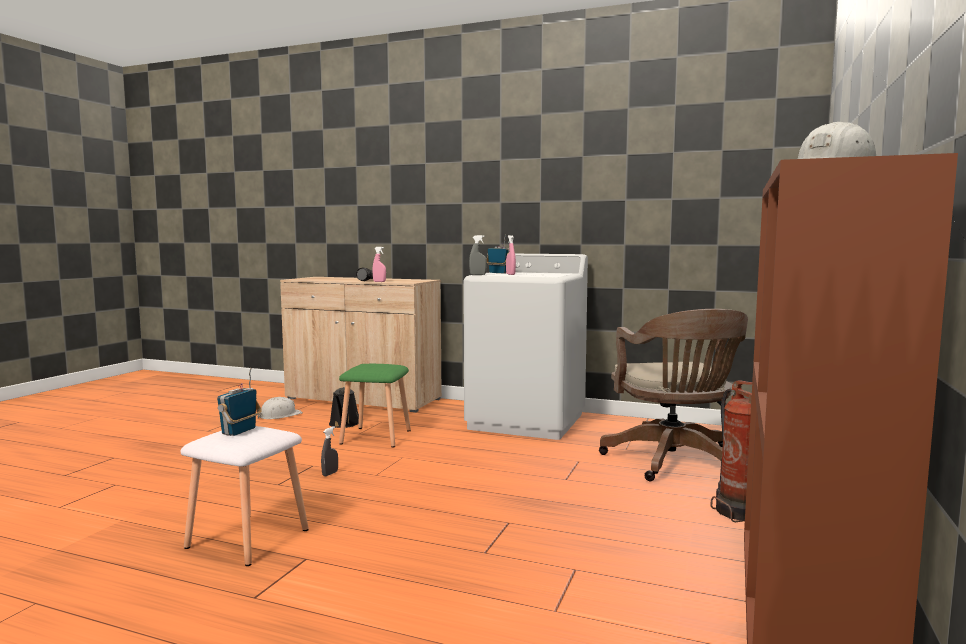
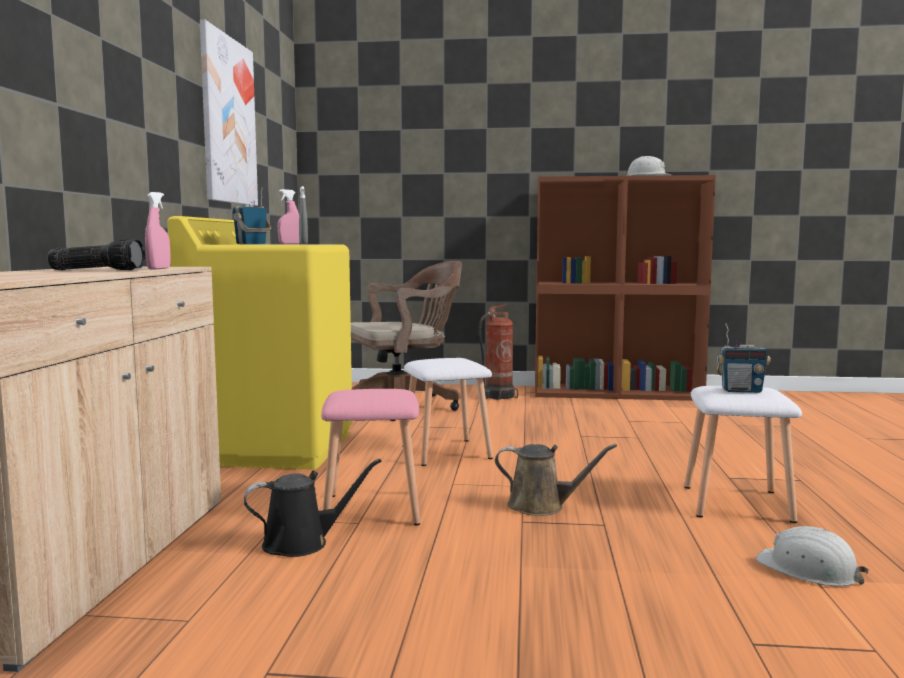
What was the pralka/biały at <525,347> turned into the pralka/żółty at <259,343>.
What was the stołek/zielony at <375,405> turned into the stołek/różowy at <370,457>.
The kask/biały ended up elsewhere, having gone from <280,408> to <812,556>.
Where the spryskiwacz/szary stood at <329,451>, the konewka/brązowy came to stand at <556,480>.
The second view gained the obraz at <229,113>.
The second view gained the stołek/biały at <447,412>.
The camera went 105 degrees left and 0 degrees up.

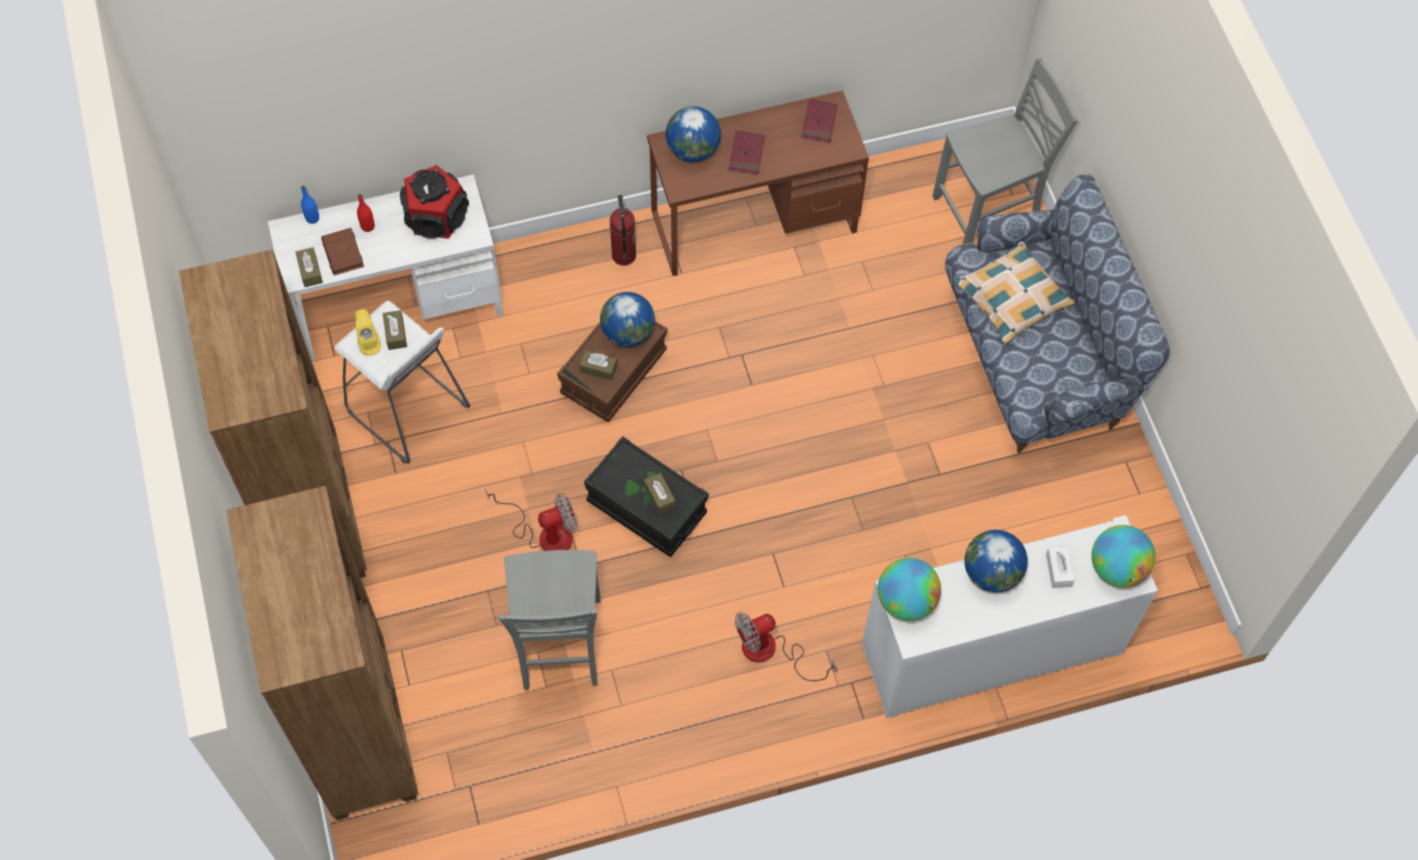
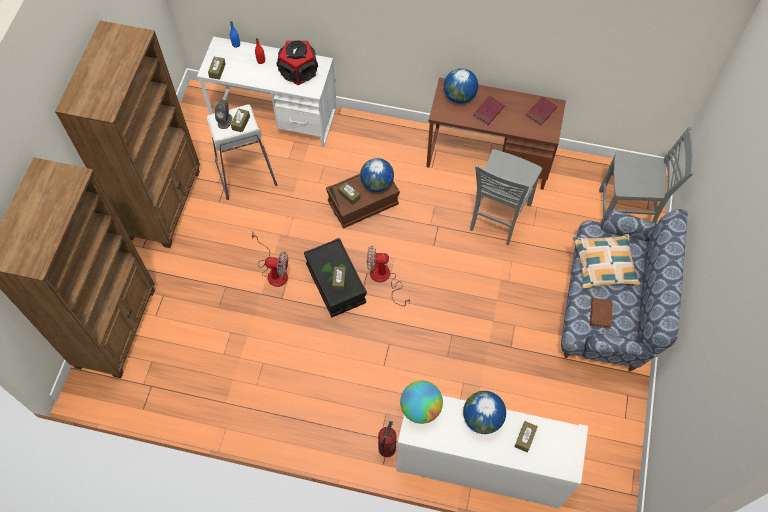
The gaśnica ended up elsewhere, having gone from <623,230> to <387,439>.
The książka/brązowy ended up elsewhere, having gone from <342,251> to <601,313>.
What was the głośnik/żółty at <368,332> turned into the głośnik/szary at <223,114>.
The second view lost the globus at <1123,556>.
What was the pudełko chusteczek/biały at <1060,567> turned into the pudełko chusteczek/brązowy at <526,436>.
The krzesło/szary ended up elsewhere, having gone from <550,620> to <506,197>.
The wentylator ended up elsewhere, having gone from <786,646> to <388,276>.
The camera went 30 degrees right and 0 degrees up.

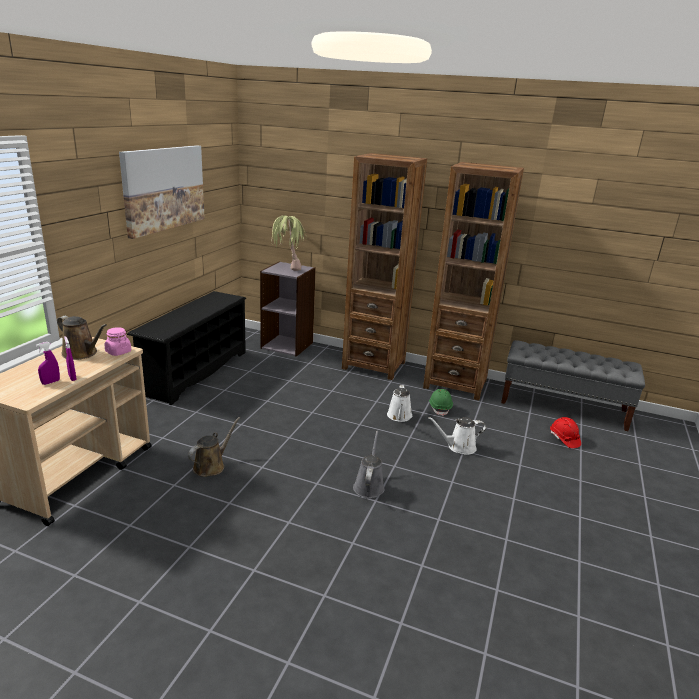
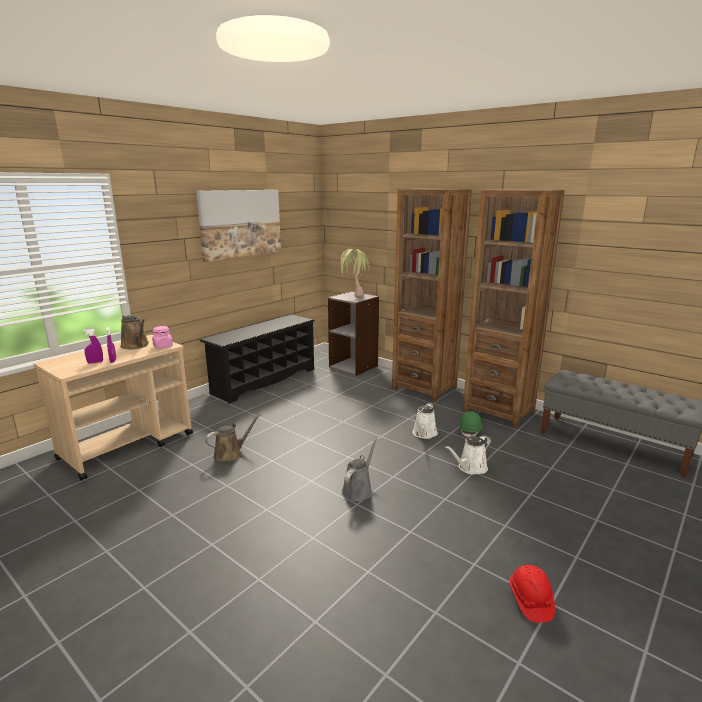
The konewka/biały at <457,436> ended up facing another way, 45 degrees counterclockwise from before.
The kask/czerwony ended up elsewhere, having gone from <565,432> to <532,594>.
The camera went 20 degrees right and 5 degrees down.

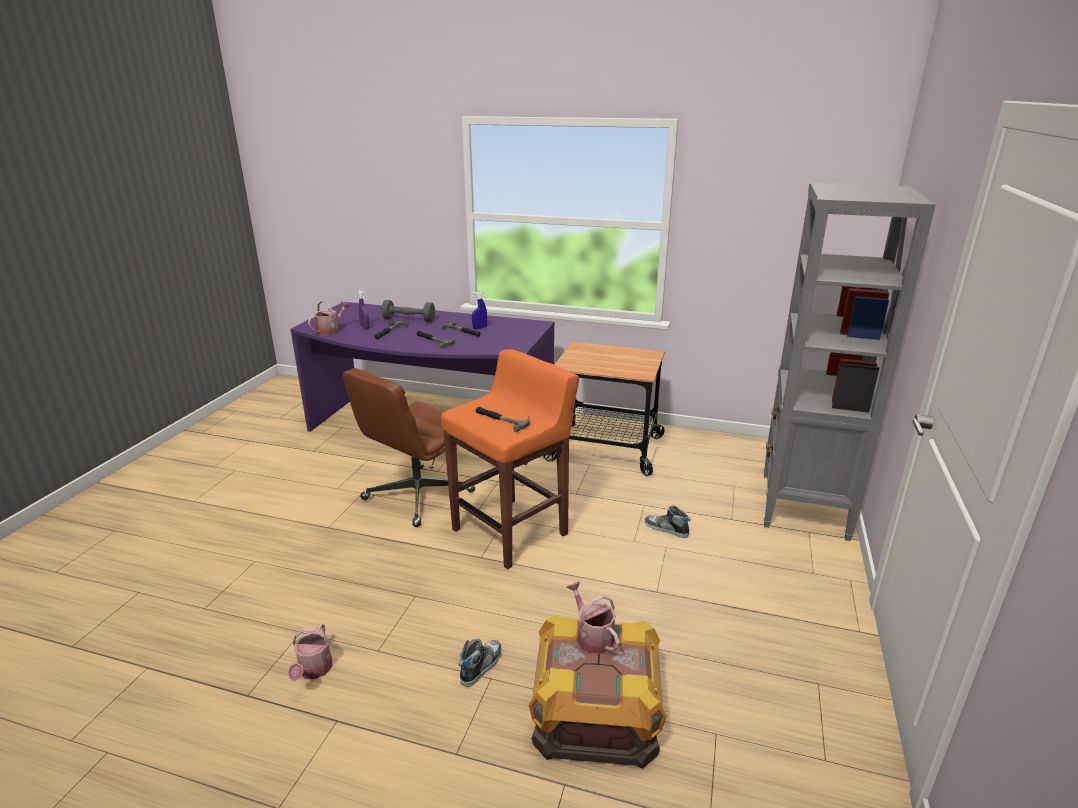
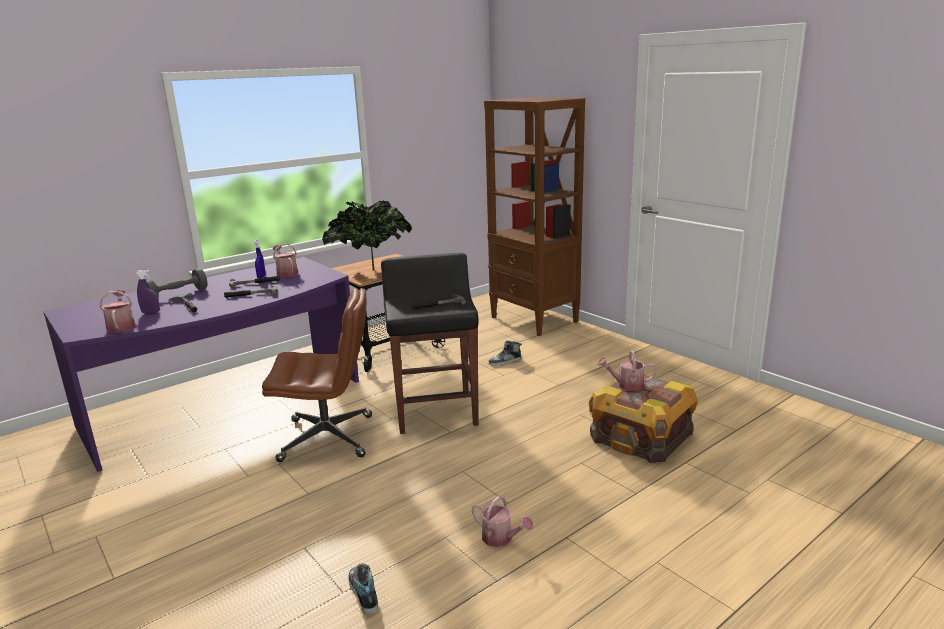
What was the regał/szary at <850,362> turned into the regał/brązowy at <534,217>.
What was the stołek/pomarańczowy at <510,459> turned into the stołek/czarny at <430,343>.
The krzesło biurowe/brązowy at <409,447> ended up facing another way, 75 degrees counterclockwise from before.
The but ended up elsewhere, having gone from <479,663> to <363,588>.
The second view gained the roślina doniczkowa at <367,236>.
The second view gained the konewka at <285,260>.
The camera went 55 degrees left and 5 degrees down.

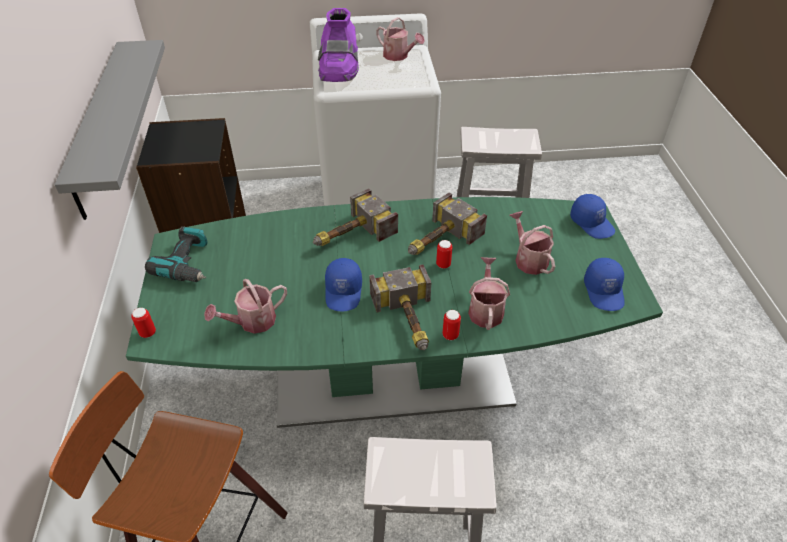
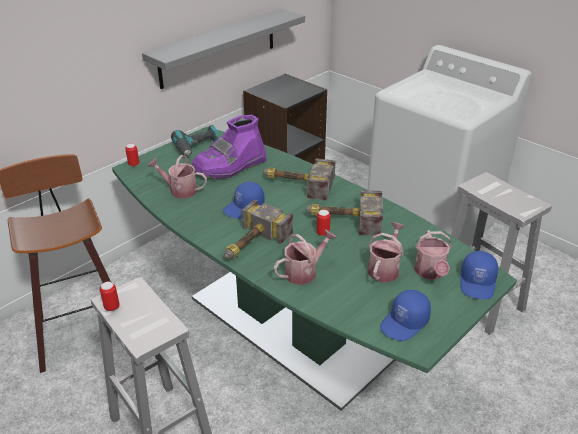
The but z cholewką/fioletowy ended up elsewhere, having gone from <338,45> to <229,147>.
The konewka ended up elsewhere, having gone from <400,39> to <433,254>.
The puszka ended up elsewhere, having gone from <452,325> to <110,296>.
The camera went 50 degrees right and 10 degrees down.

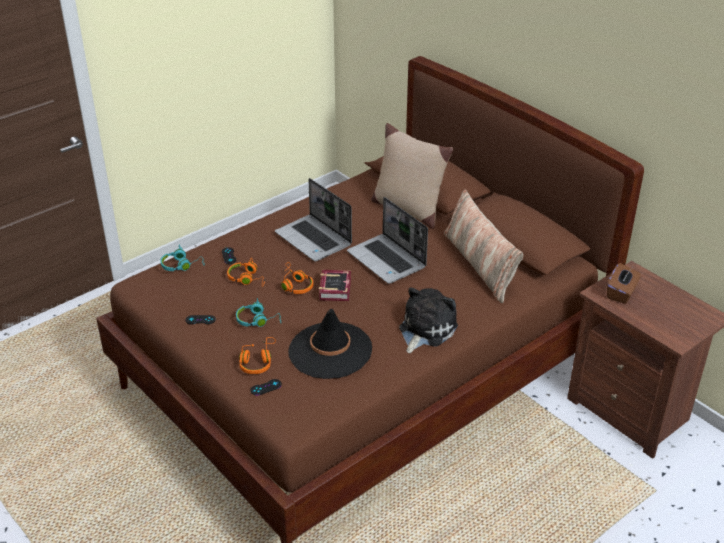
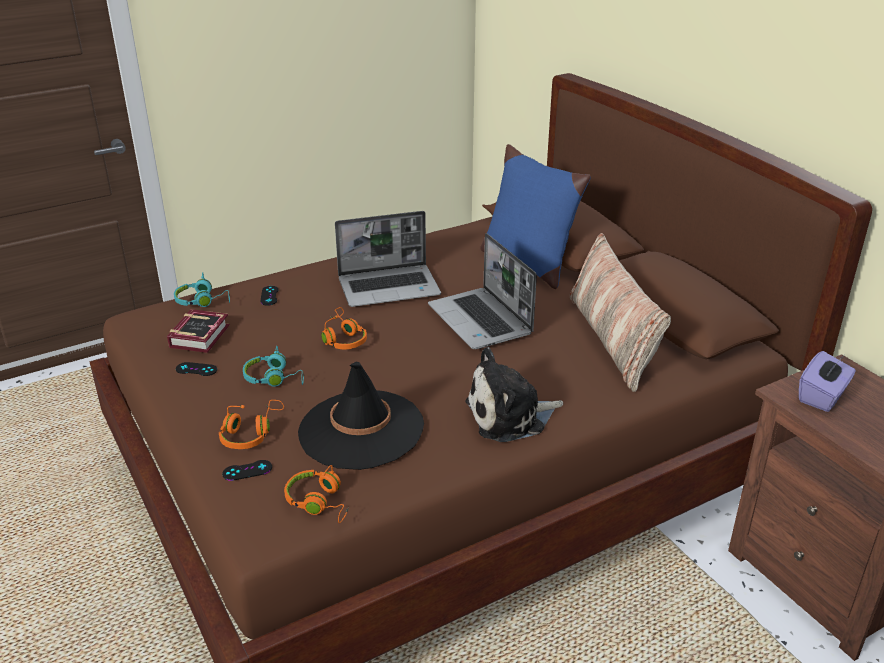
What was the poduszka/beżowy at <412,176> turned into the poduszka/niebieski at <535,216>.
The laptop at <313,219> ended up facing another way, 75 degrees counterclockwise from before.
The słuchawki/pomarańczowy ended up elsewhere, having gone from <246,272> to <316,494>.
What was the pudełko chusteczek/brązowy at <624,283> turned into the pudełko chusteczek/fioletowy at <827,381>.
The książka ended up elsewhere, having gone from <335,285> to <198,331>.
The pluszak at <428,320> ended up facing another way, 150 degrees counterclockwise from before.
The camera went 10 degrees right and 5 degrees down.

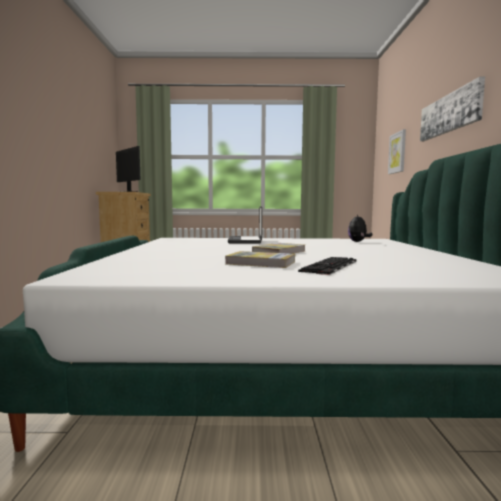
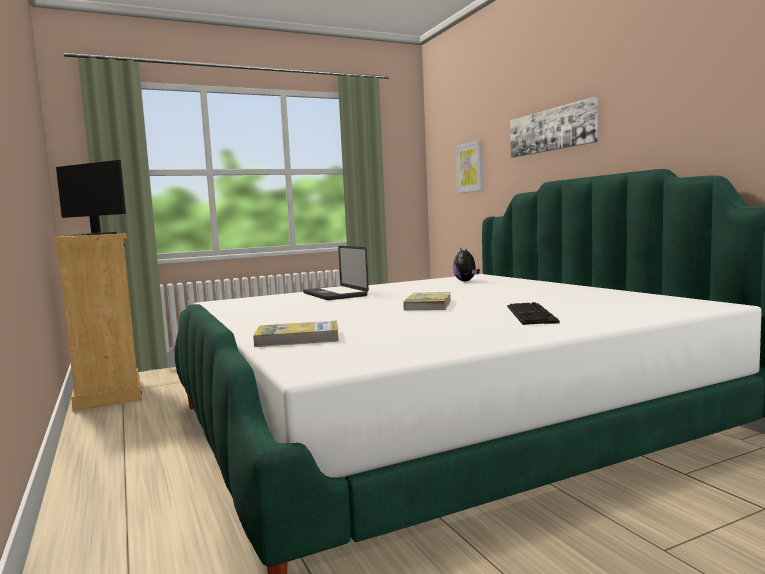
The książka ended up elsewhere, having gone from <260,259> to <296,334>.
The camera went 25 degrees left and 0 degrees up.

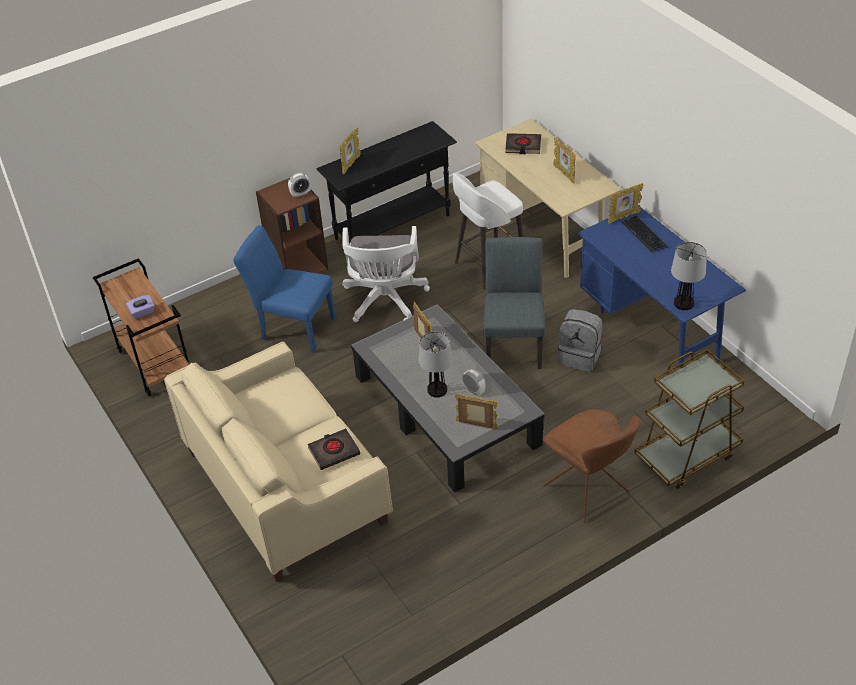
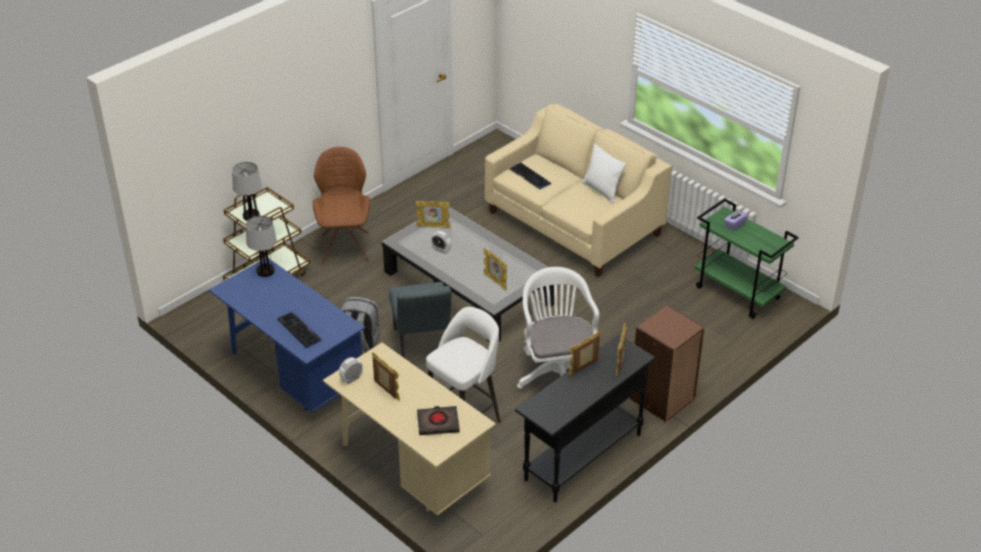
The budzik ended up elsewhere, having gone from <299,185> to <351,370>.
The ramka na zdjęcie ended up elsewhere, having gone from <625,203> to <584,353>.
The second view lost the krzesło/niebieski at <284,289>.
What was the wózek/brązowy at <141,327> turned into the wózek/zielony at <746,258>.
The lampa stołowa ended up elsewhere, having gone from <436,364> to <247,191>.
The krzesło/brązowy at <591,466> ended up facing another way, 45 degrees clockwise from before.
Where the książka/czarny stood at <334,449>, the klawiatura came to stand at <530,176>.
The second view gained the poduszka/biały at <604,173>.
The camera went 165 degrees right and 5 degrees down.

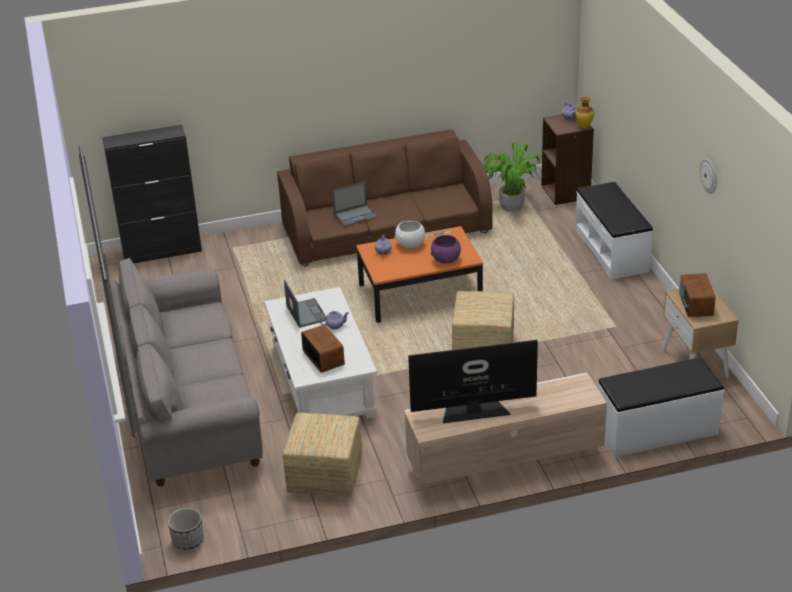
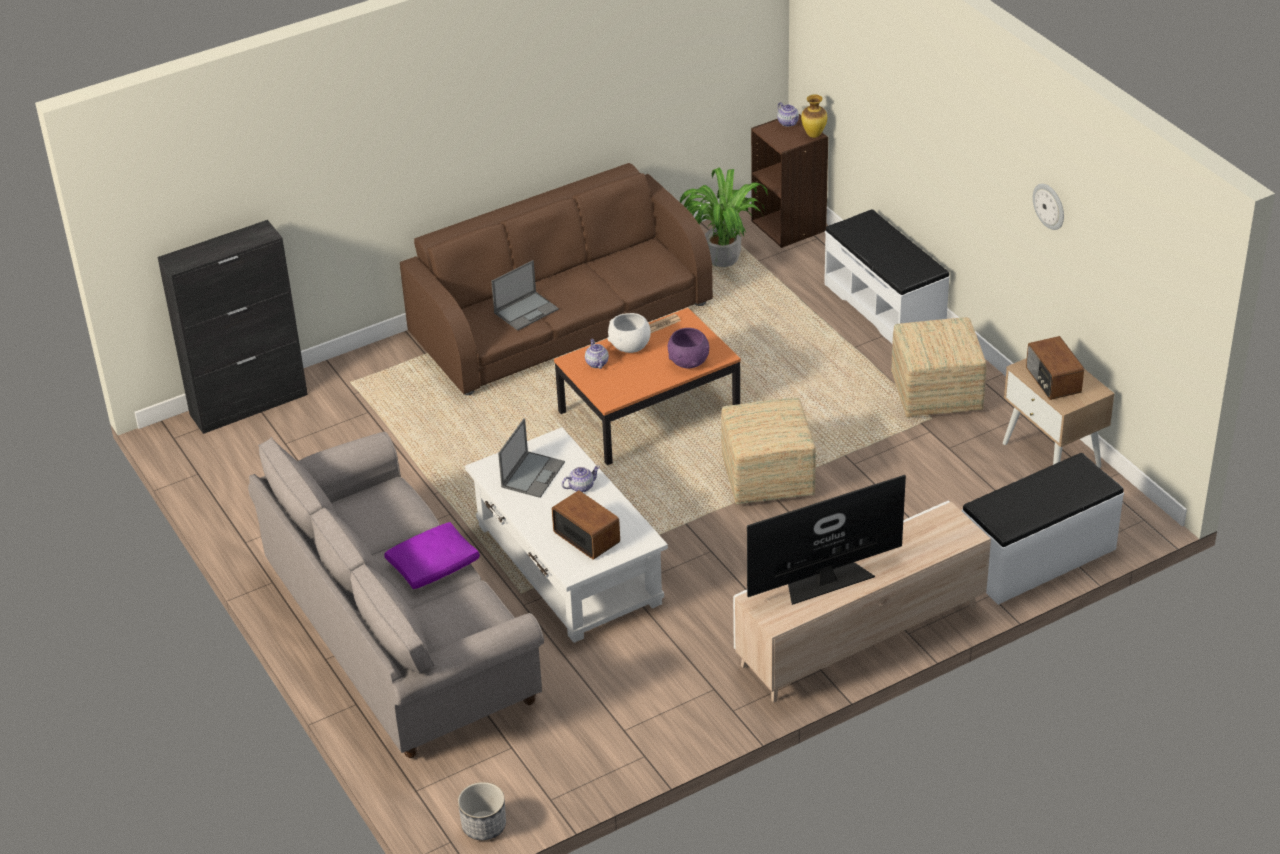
The laptop at <305,304> ended up facing another way, 60 degrees clockwise from before.
The pufa ended up elsewhere, having gone from <322,455> to <938,367>.
The second view gained the poduszka/fioletowy at <432,555>.
The camera went 15 degrees left and 5 degrees up.

